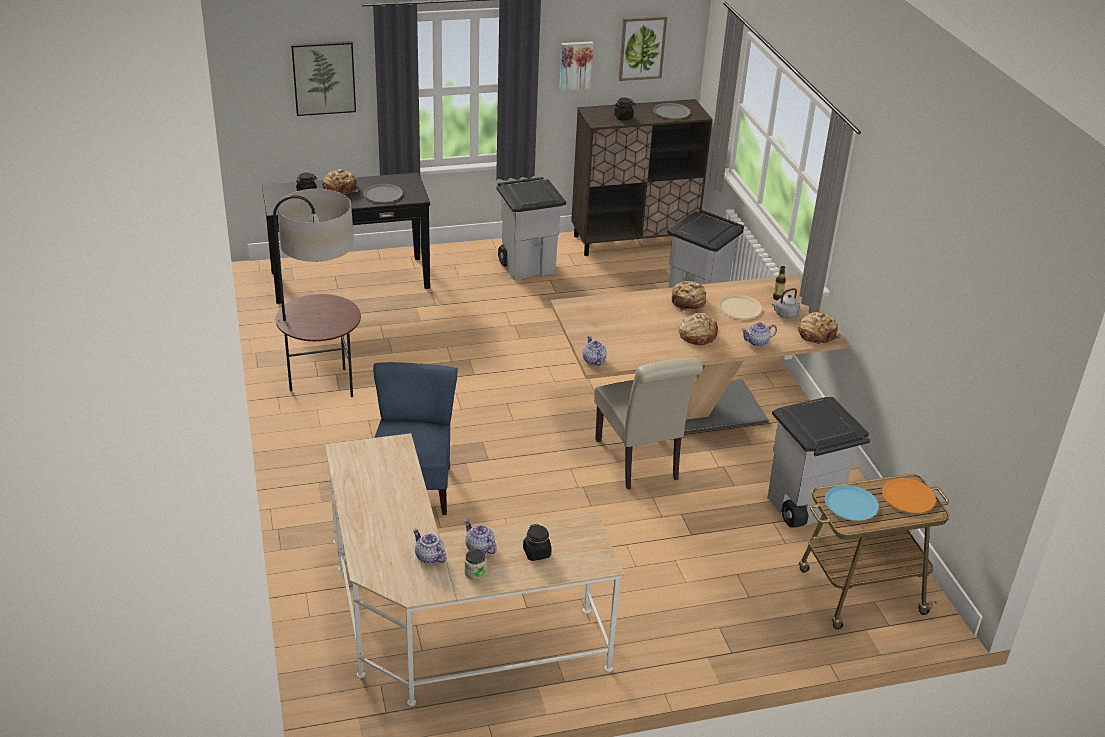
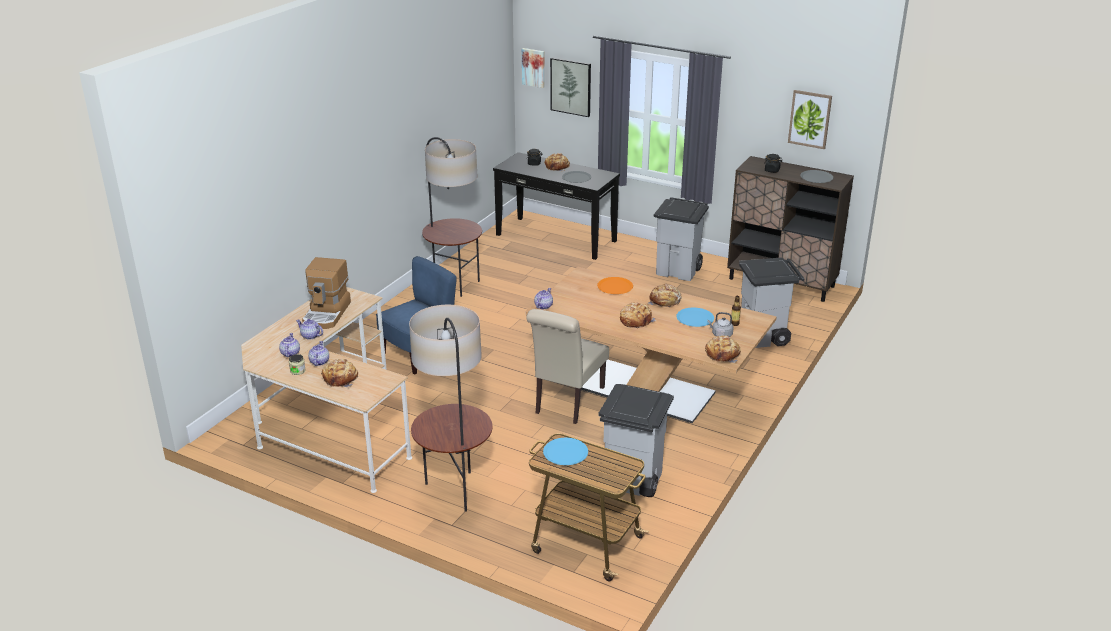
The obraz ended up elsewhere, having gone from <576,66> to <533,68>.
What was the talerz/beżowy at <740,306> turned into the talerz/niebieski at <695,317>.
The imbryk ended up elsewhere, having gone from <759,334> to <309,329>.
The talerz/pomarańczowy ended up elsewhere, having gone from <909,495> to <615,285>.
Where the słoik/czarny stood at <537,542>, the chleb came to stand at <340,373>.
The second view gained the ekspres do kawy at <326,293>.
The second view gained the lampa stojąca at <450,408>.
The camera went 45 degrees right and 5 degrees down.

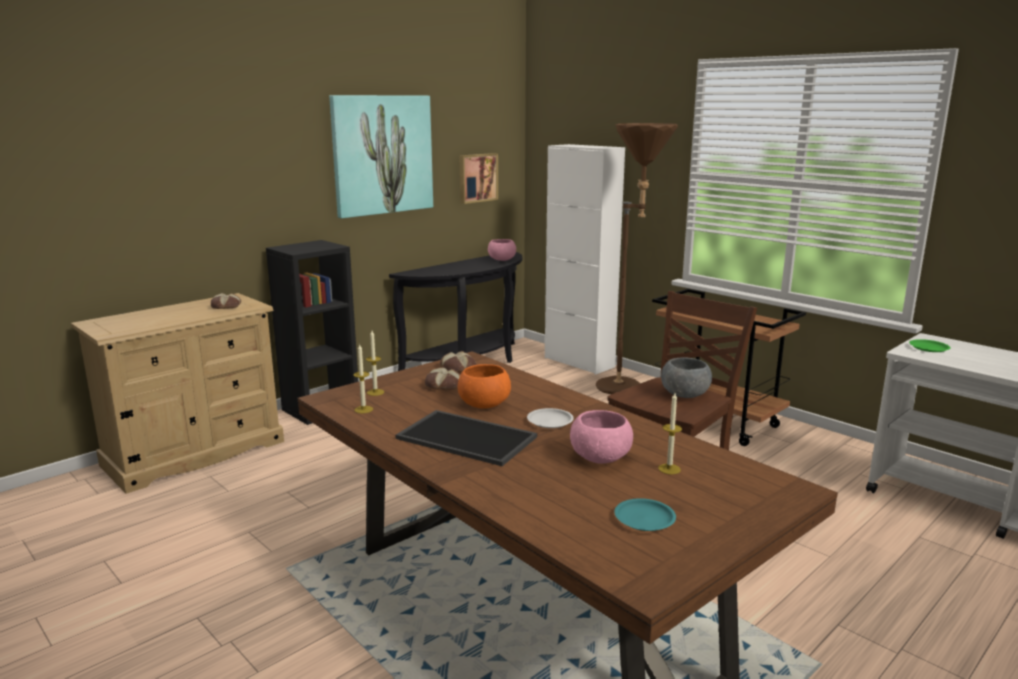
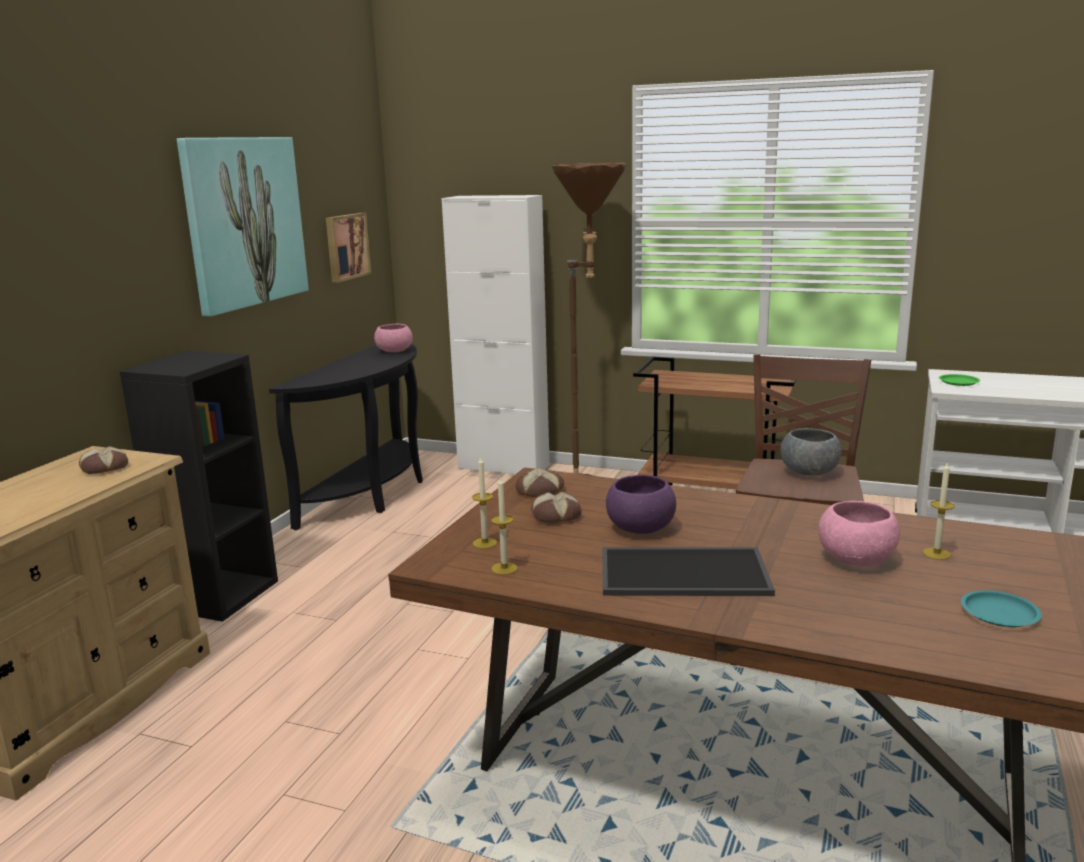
What was the miska/pomarańczowy at <484,386> turned into the miska/fioletowy at <641,504>.
The second view lost the talerz/biały at <550,418>.
The camera went 25 degrees left and 0 degrees up.

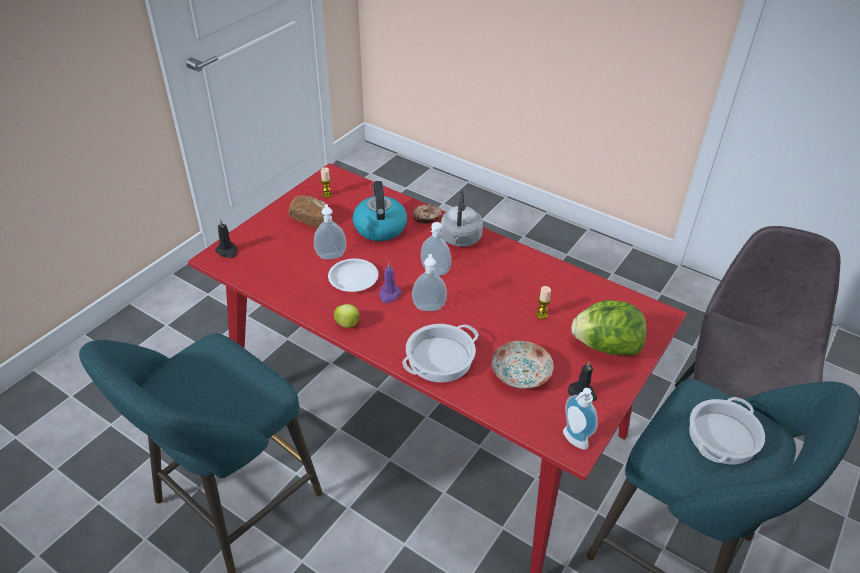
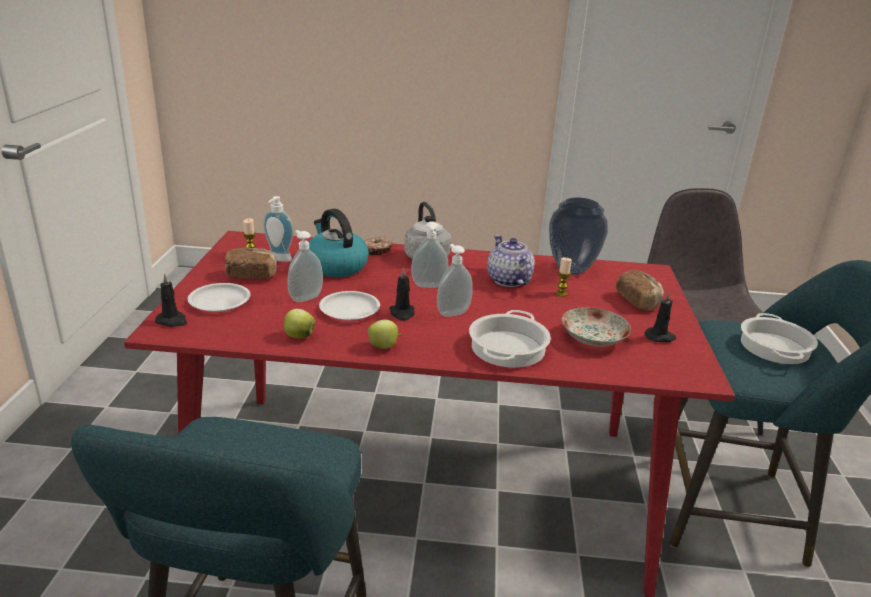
What was the świeca/fioletowy at <390,283> turned into the świeca/czarny at <402,294>.
Where the sałata stood at <609,327>, the chleb came to stand at <640,290>.
The dozownik mydła ended up elsewhere, having gone from <580,419> to <278,229>.
The second view gained the wazon at <578,236>.
The second view gained the imbryk at <511,261>.
The second view gained the talerz/biały at <219,297>.
The second view gained the jabłko at <299,323>.
The camera went 30 degrees left and 15 degrees down.

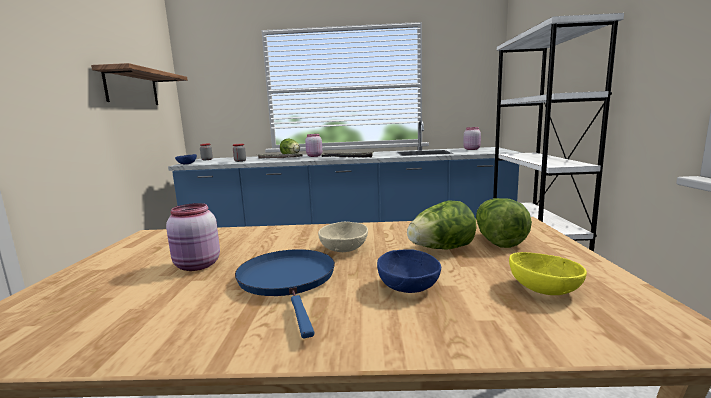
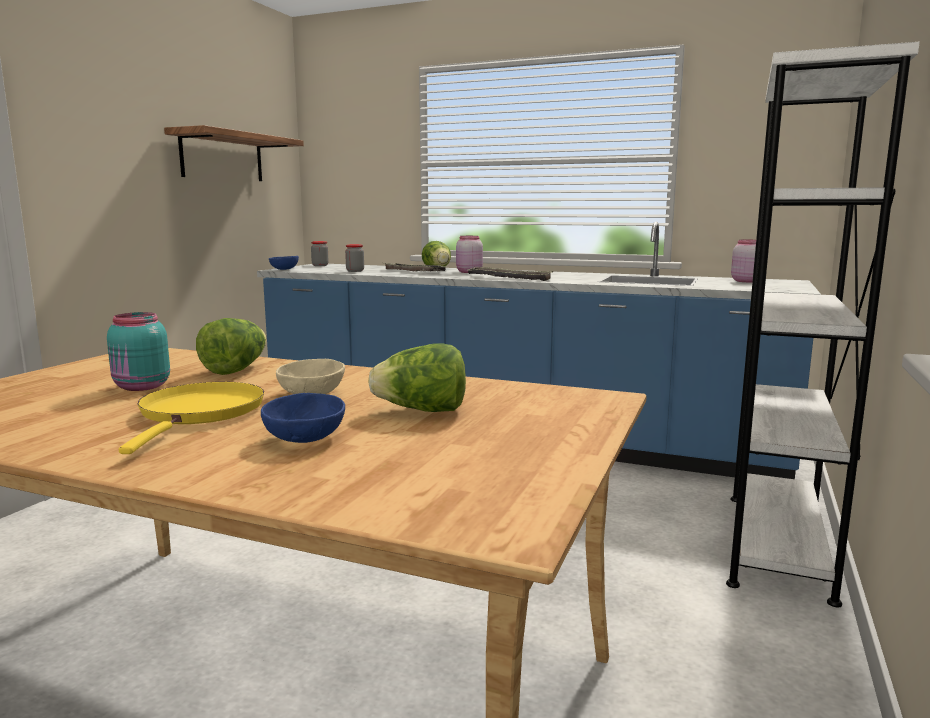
The sałata ended up elsewhere, having gone from <504,223> to <231,346>.
What was the słoik/różowy at <193,237> turned into the słoik/turkusowy at <138,351>.
What was the patelnia/niebieski at <285,293> turned into the patelnia/żółty at <191,418>.
The second view lost the miska/żółty at <548,273>.
The camera went 20 degrees right and 0 degrees up.

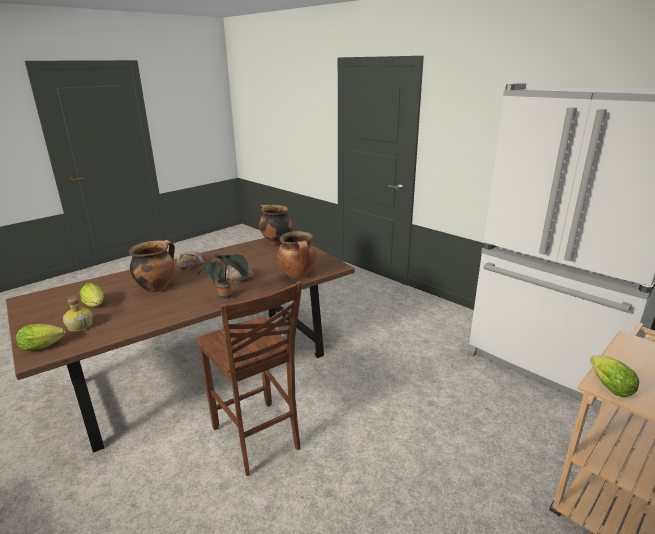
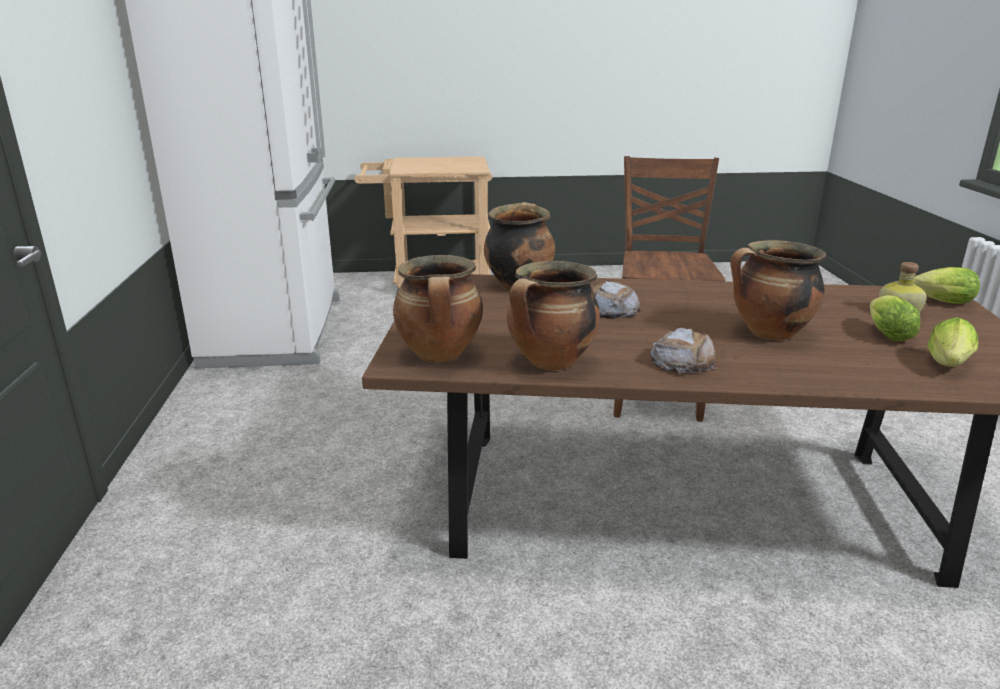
The second view lost the roślina doniczkowa at <223,276>.
The sałata ended up elsewhere, having gone from <615,376> to <953,342>.
The second view gained the garnek at <553,316>.
The camera went 140 degrees left and 0 degrees up.

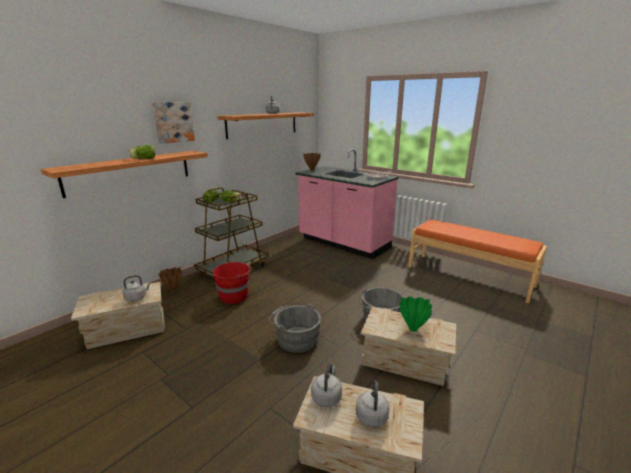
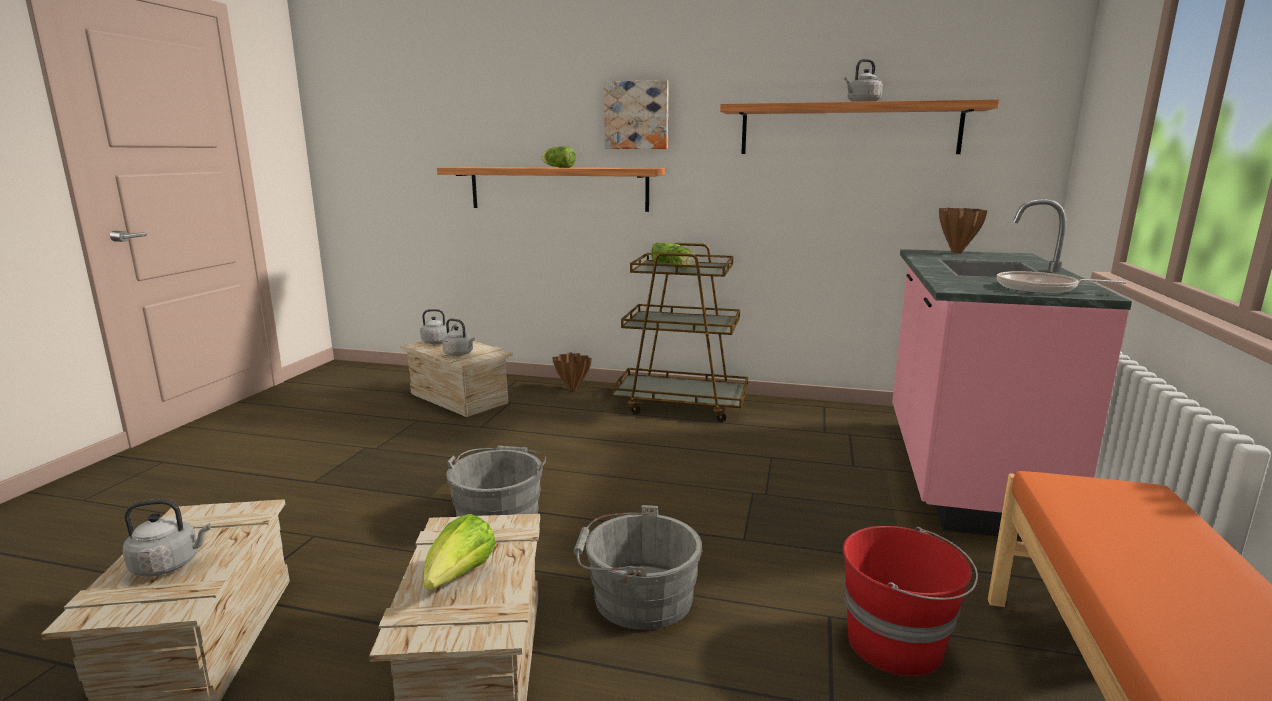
The wiadro/czerwony ended up elsewhere, having gone from <232,282> to <910,601>.
Where the wazon/zielony stood at <416,314>, the sałata came to stand at <460,552>.
The czajnik/szary ended up elsewhere, having gone from <326,385> to <438,326>.
The camera went 65 degrees right and 5 degrees down.

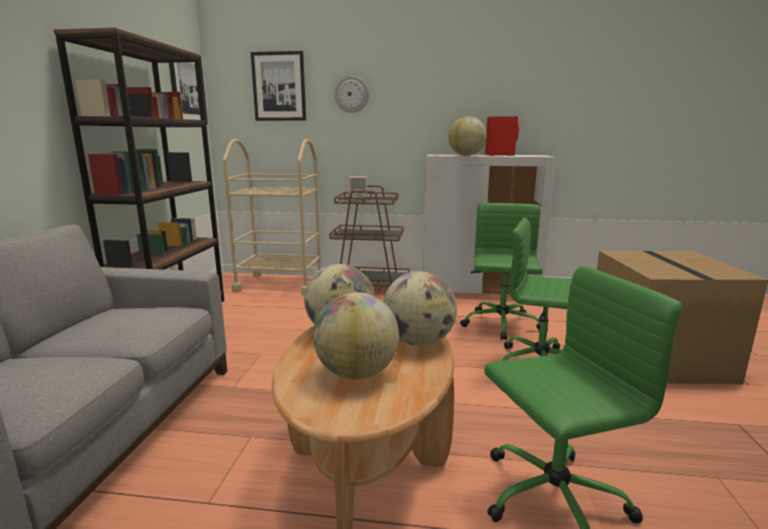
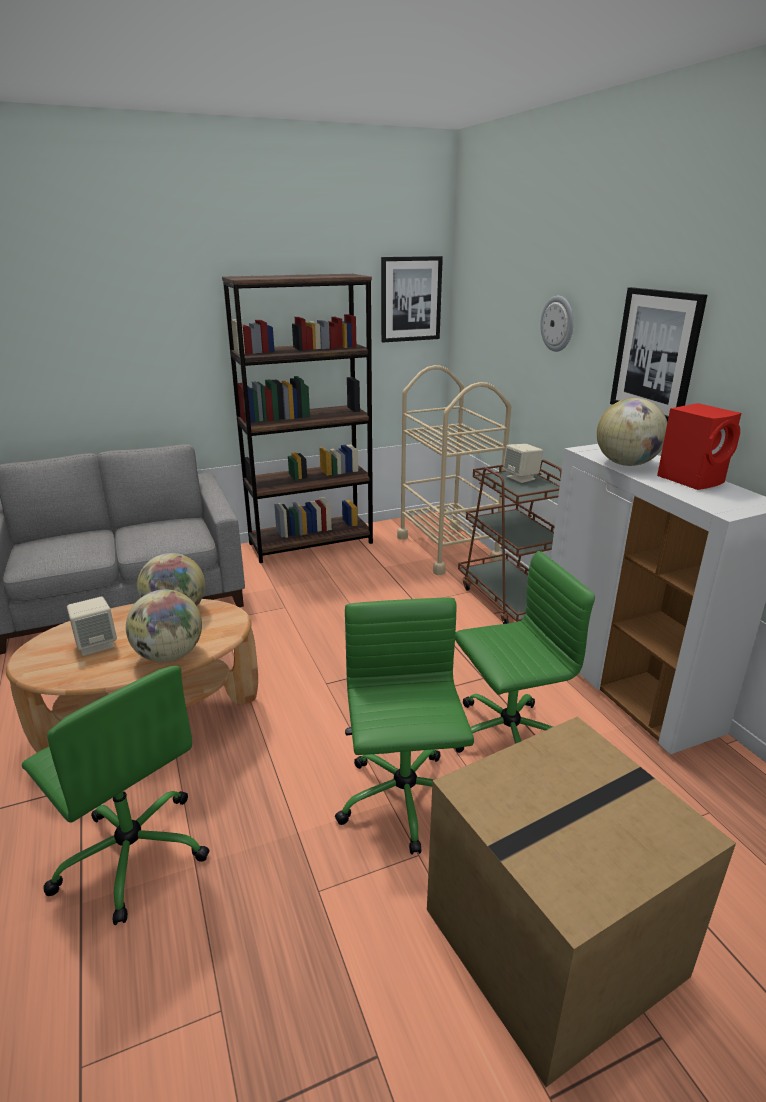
The obraz ended up elsewhere, having gone from <278,86> to <658,354>.
Where the globus stood at <356,335>, the głośnik/beżowy came to stand at <92,626>.
The camera went 60 degrees right and 10 degrees up.

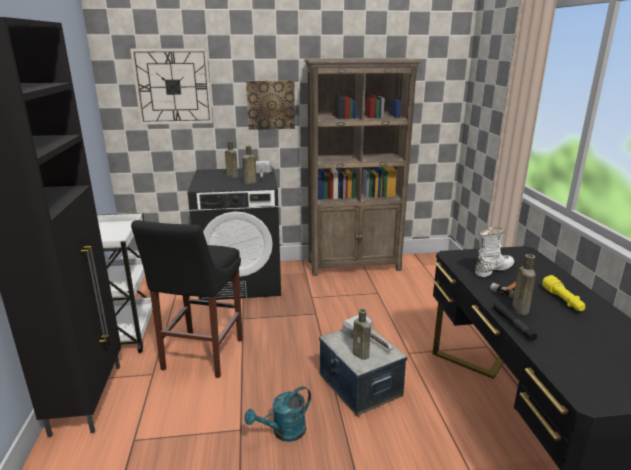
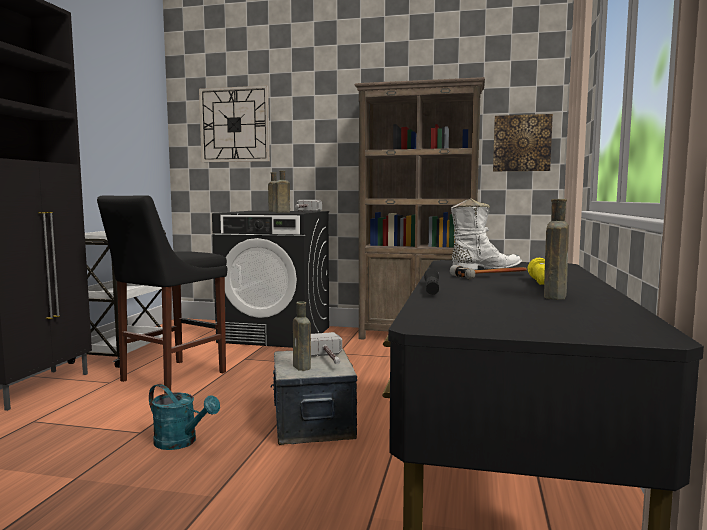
The obraz ended up elsewhere, having gone from <270,105> to <523,142>.
The butelka/brązowy ended up elsewhere, having gone from <524,284> to <556,249>.
The konewka/turkusowy at <277,414> ended up facing another way, 135 degrees counterclockwise from before.
The camera went 20 degrees right and 15 degrees down.

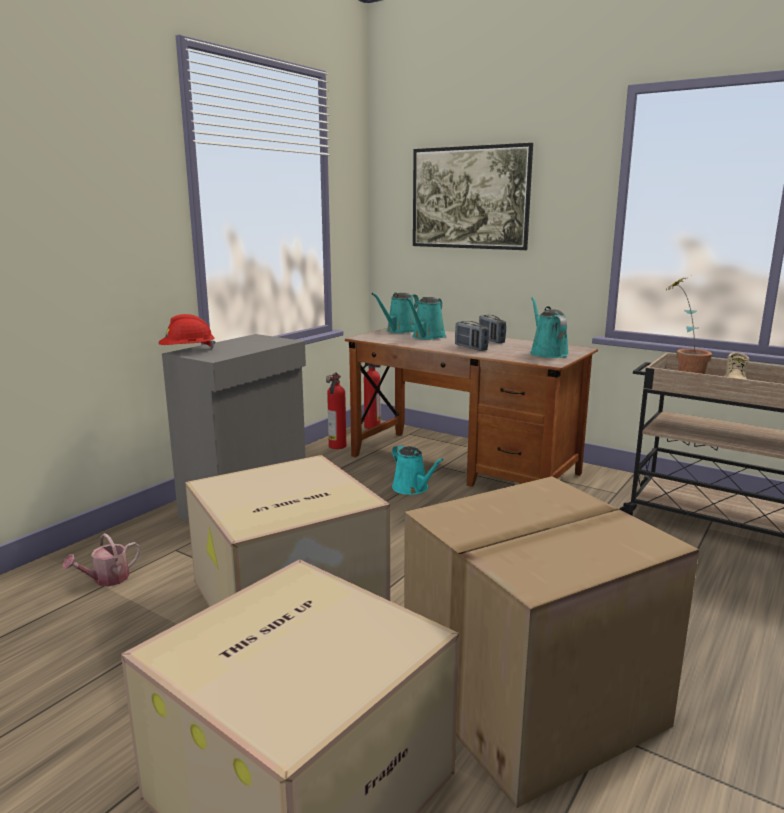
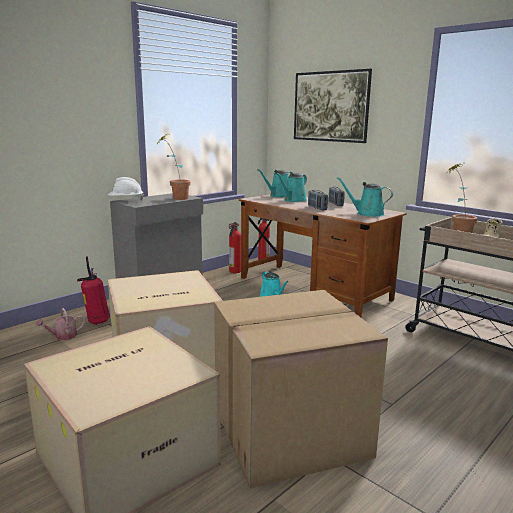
The konewka/turkusowy at <549,327> ended up facing another way, 60 degrees counterclockwise from before.
What was the kask/czerwony at <187,331> turned into the kask/biały at <126,188>.
The second view gained the roślina doniczkowa at <173,166>.
The second view gained the gaśnica at <93,290>.
The camera went 10 degrees right and 0 degrees up.

